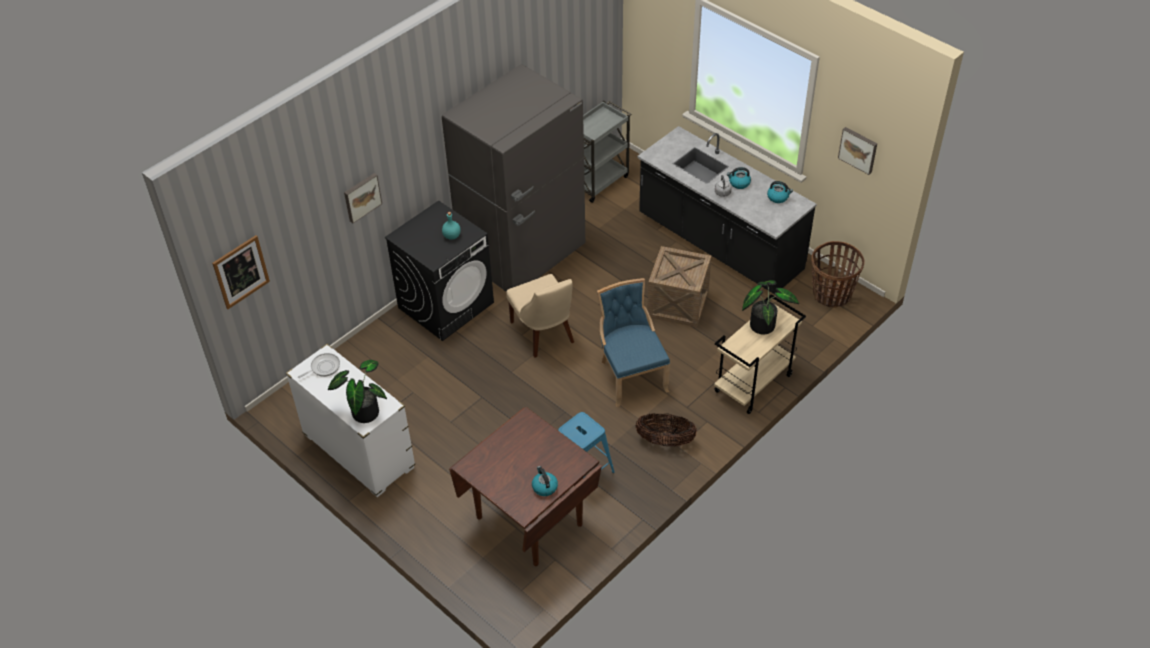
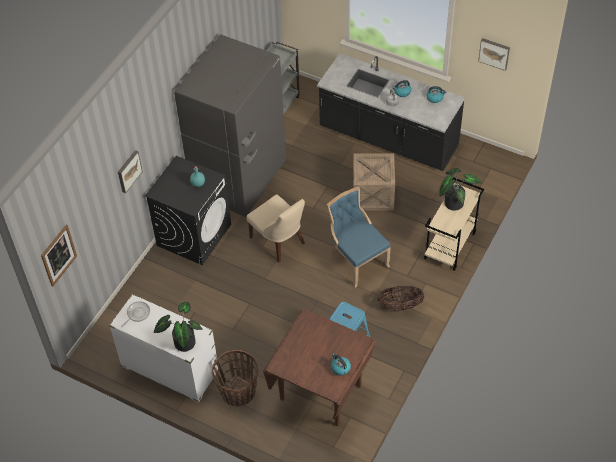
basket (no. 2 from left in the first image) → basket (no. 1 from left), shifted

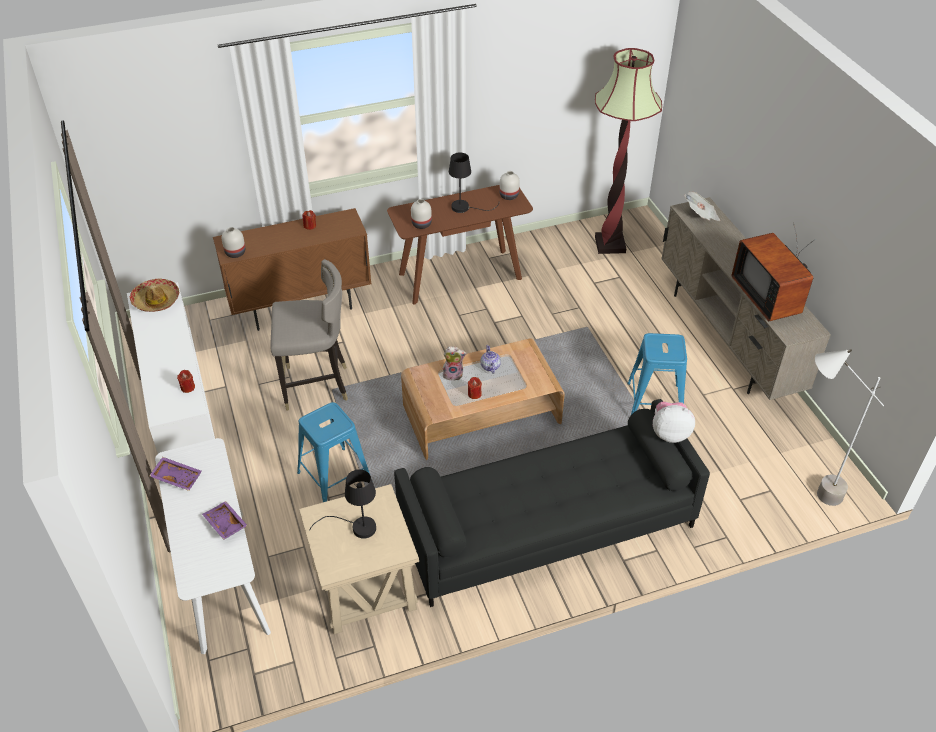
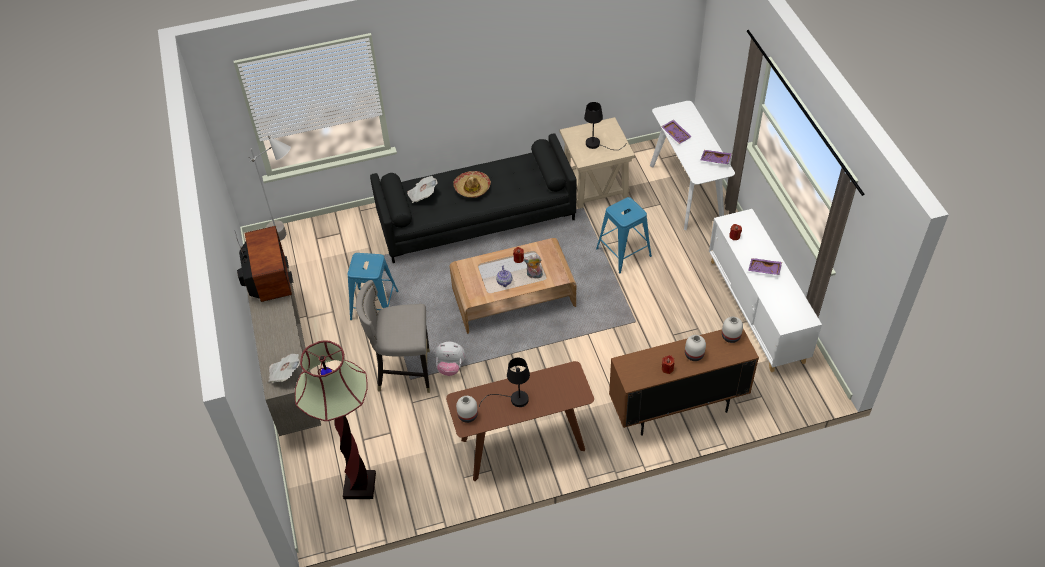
flower vase in white-coloured (no. 2 from left), shifted
stool seat in gray, shifted
hat, shifted
plush toy (no. 2 from left in the first image) → plush toy (no. 1 from left), shifted
- → daily paper (no. 2 from left)
- → carrying tray in purplish (no. 3 from left)

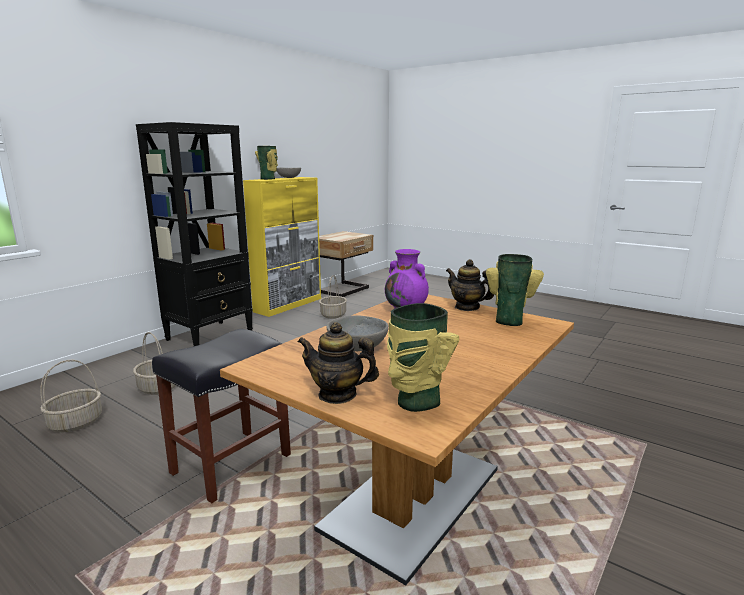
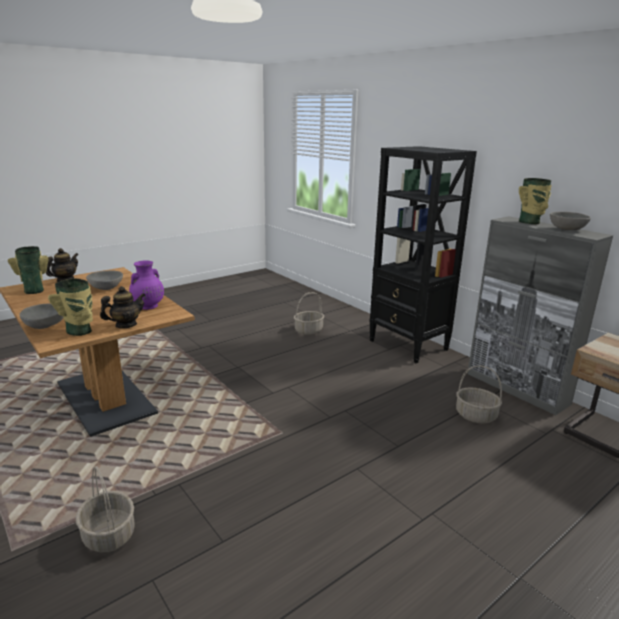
cabinet in yellowish → cabinet in gray
stool seat in black → -
basket (no. 1 from left), shifted
- → bowl in gray (no. 1 from left)

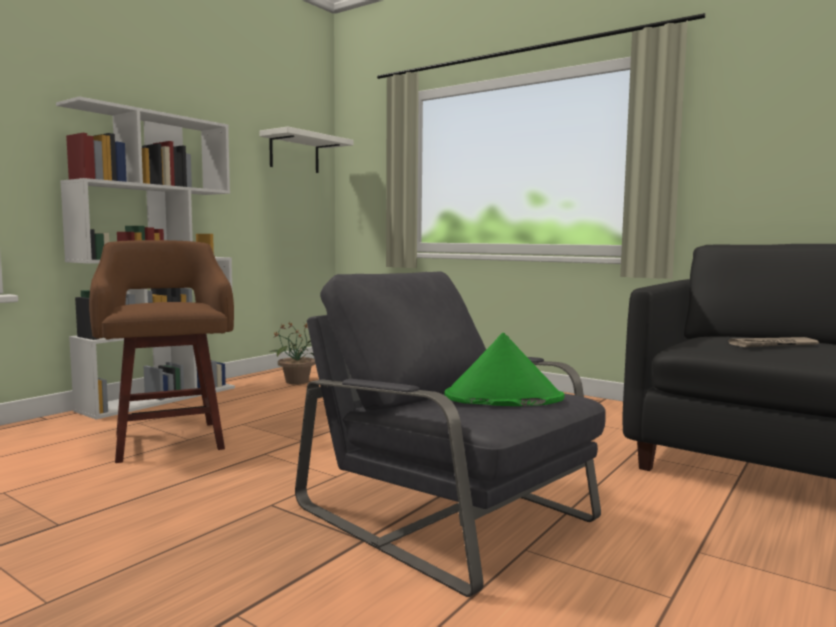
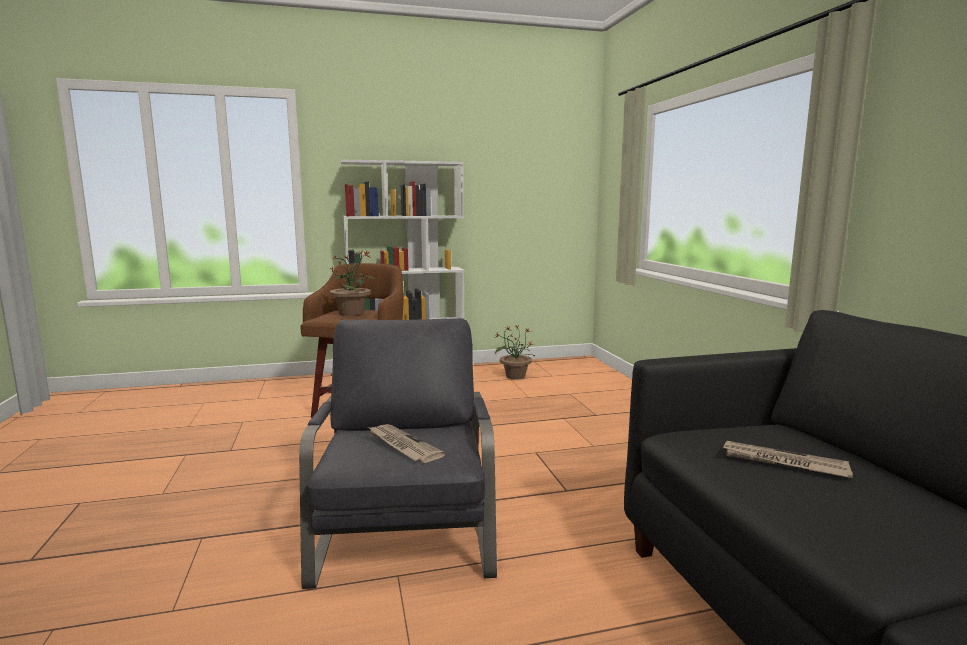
shelf in white-coloured → -
hat in green-coloured → daily paper (no. 1 from left)
- → plant in a pot (no. 1 from left)

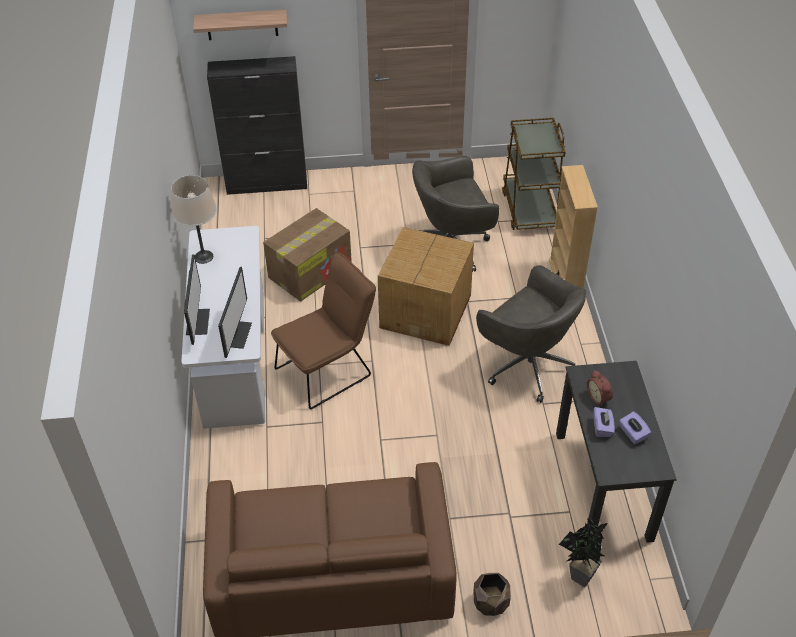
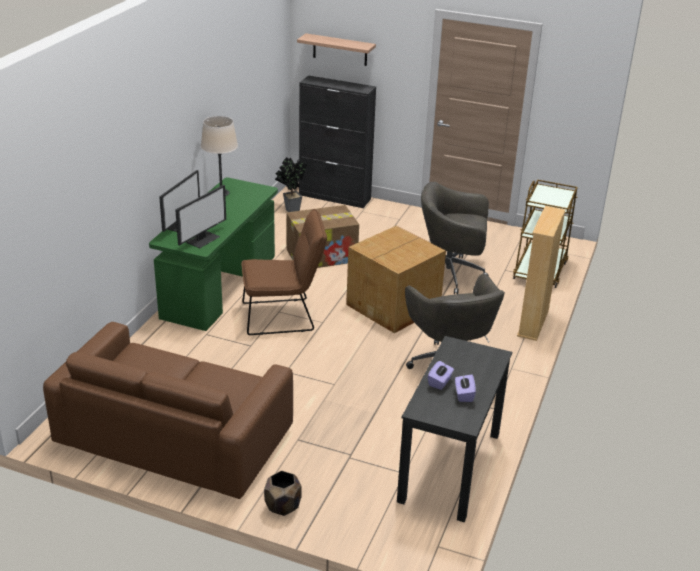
desk in white-coloured → desk in green-coloured
table clock → -
plant in a pot, shifted

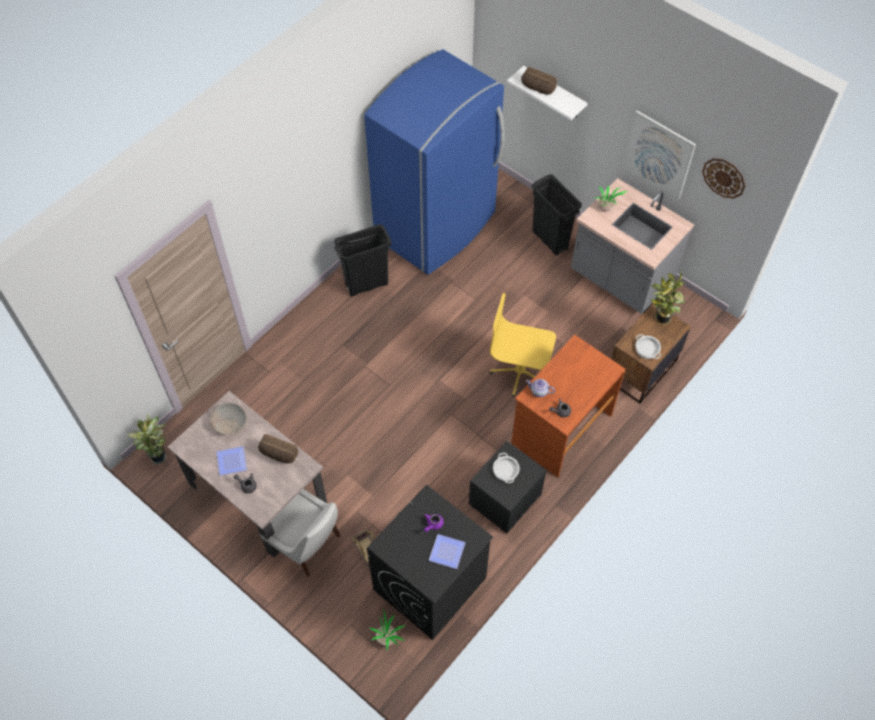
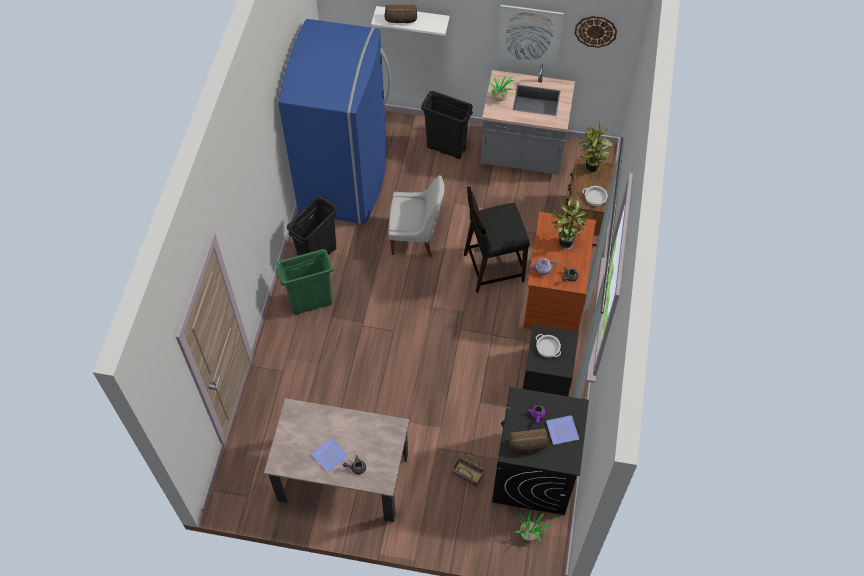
computer chair in yellowish → stool seat in black
bowl in beige-coloured → -
plant in a pot (no. 1 from left in the first image) → plant in a pot (no. 3 from left), shifted
bread (no. 1 from left in the first image) → bread (no. 2 from left), shifted
upright chair in white-coloured, shifted
- → trash can in green-coloured

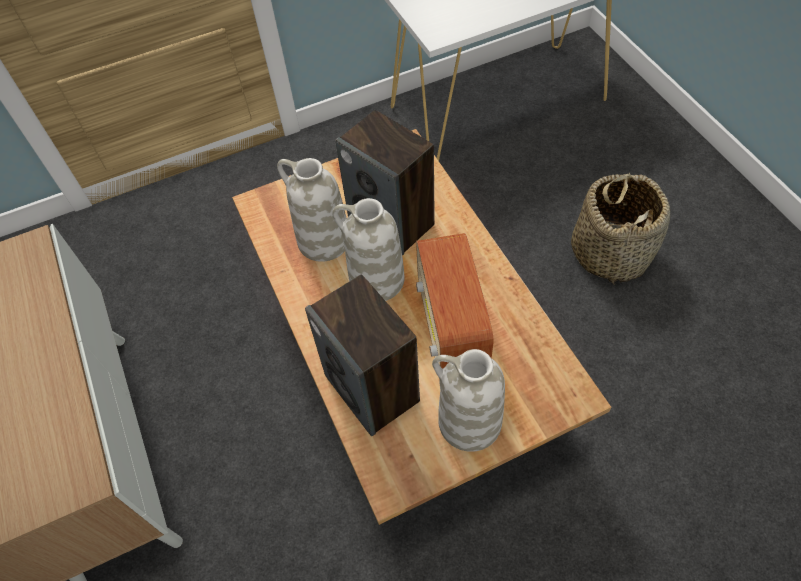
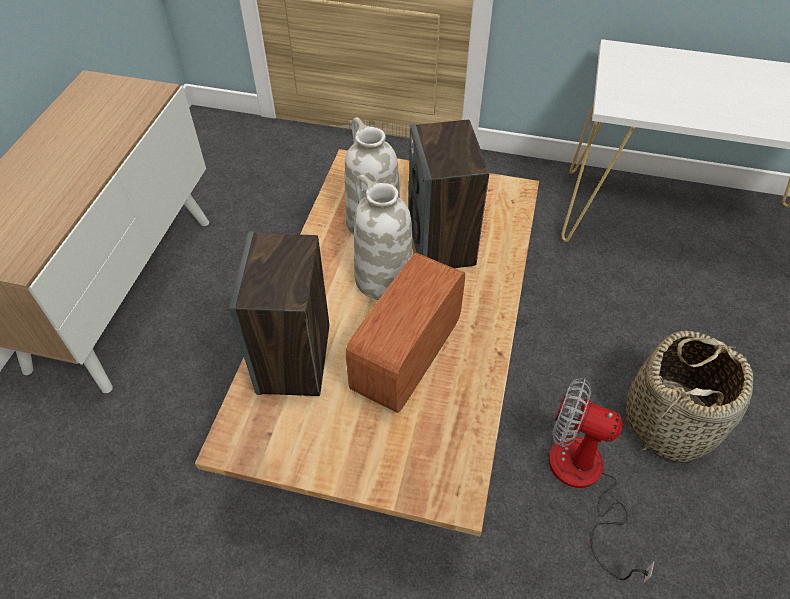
flower vase in white-coloured (no. 3 from left) → -
- → cooling fan

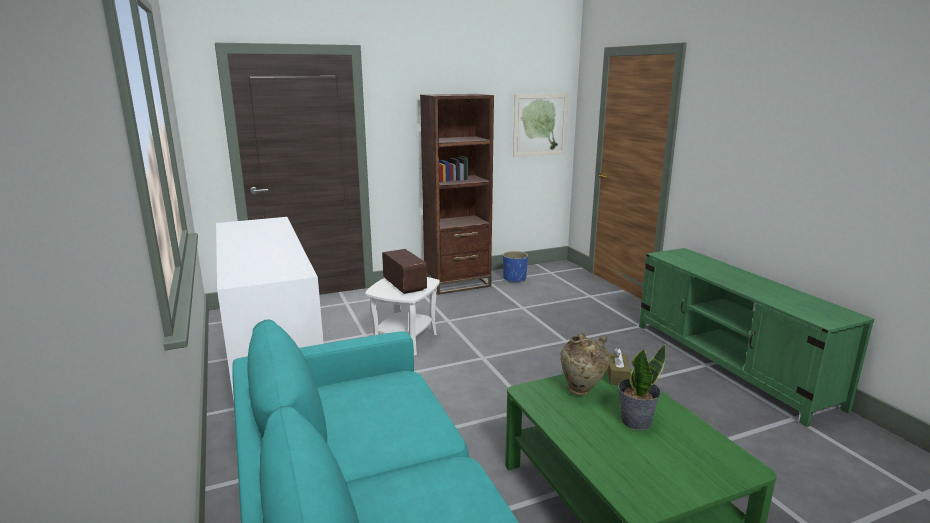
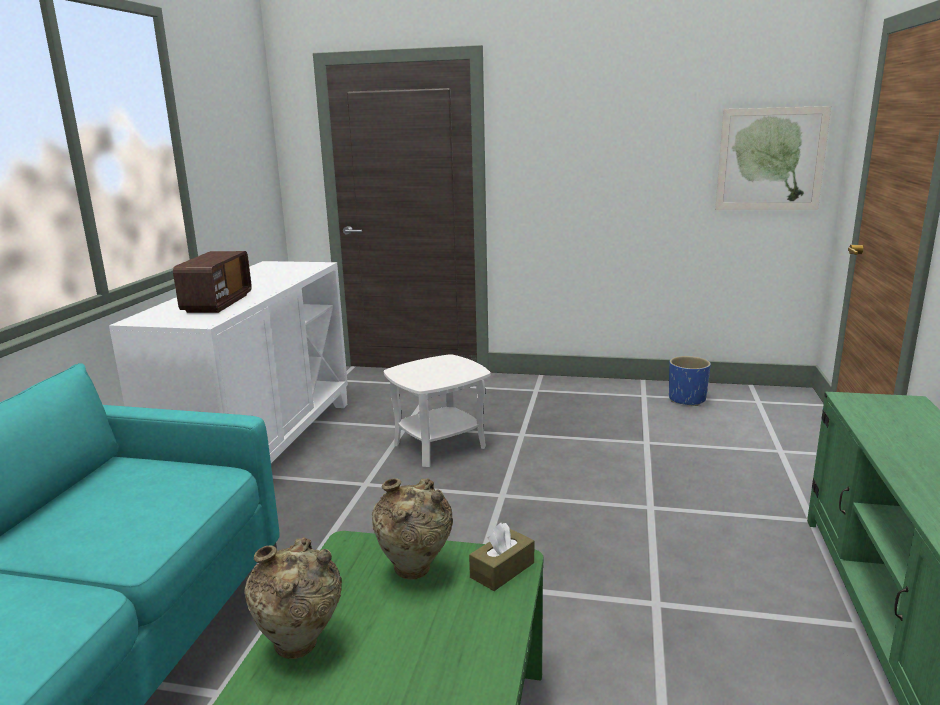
shelving unit in brown-coloured → -
radio receiver, shifted
plant in a pot → -
- → flower vase in beige-coloured (no. 1 from left)

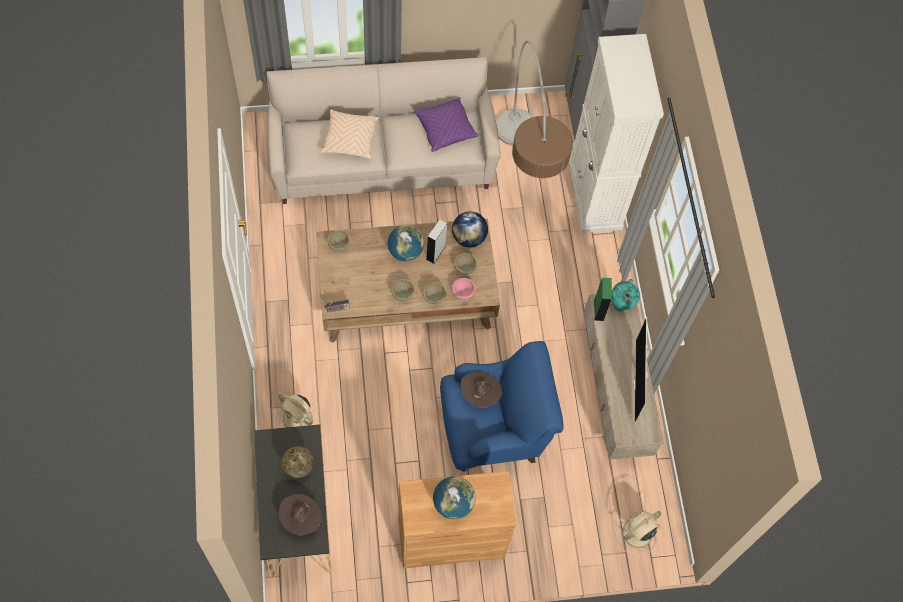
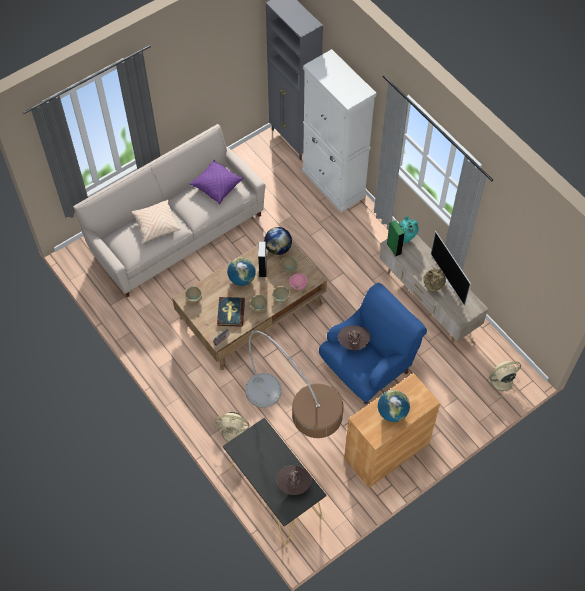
standard lamp, shifted
flower vase in beige-coloured, shifted
cooling fan in beige-coloured (no. 2 from left), 45 degrees clockwise
- → bound book

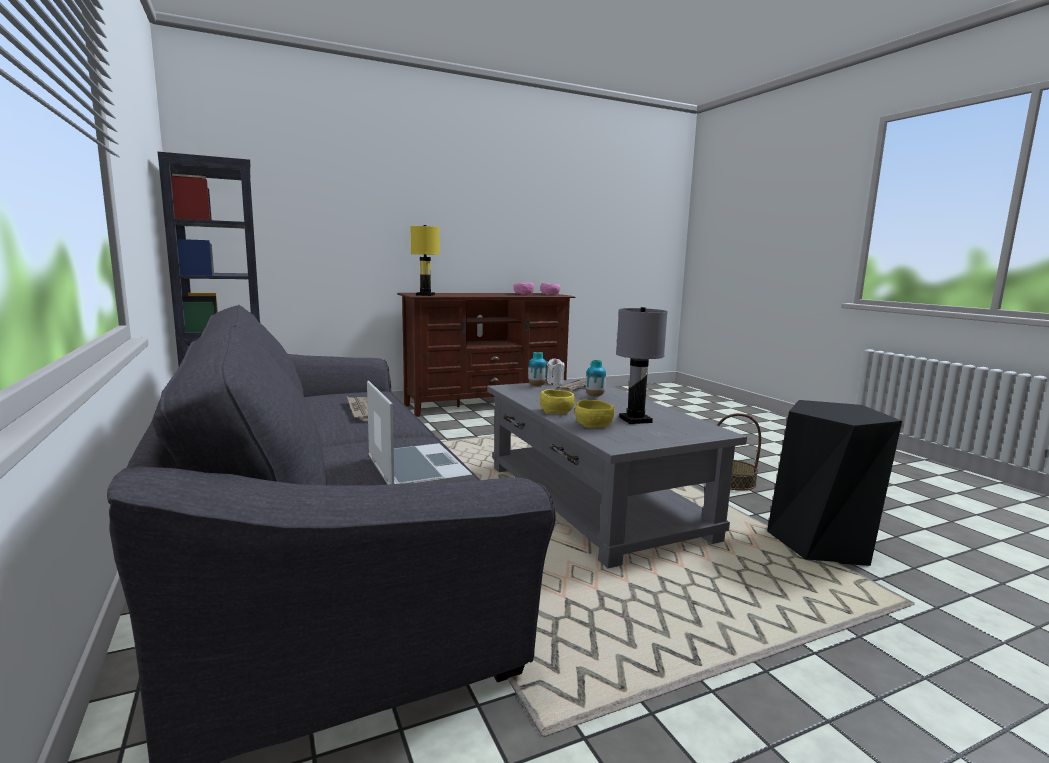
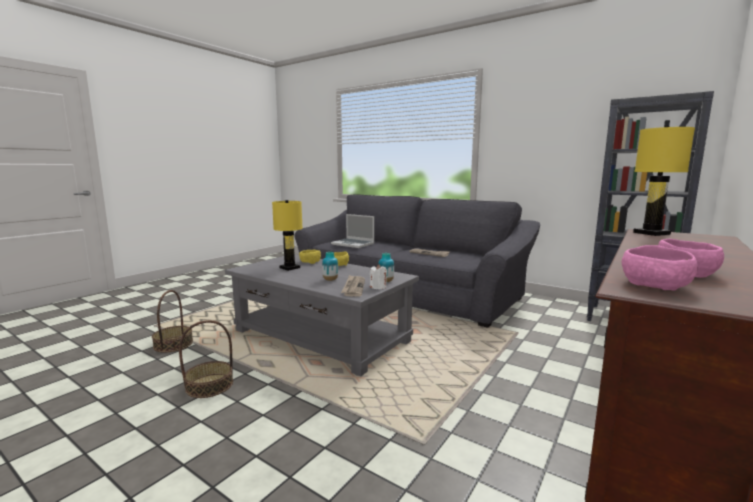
tabletop lamp in gray → tabletop lamp in yellowish (no. 1 from left)
stool seat in black → basket (no. 1 from left)

